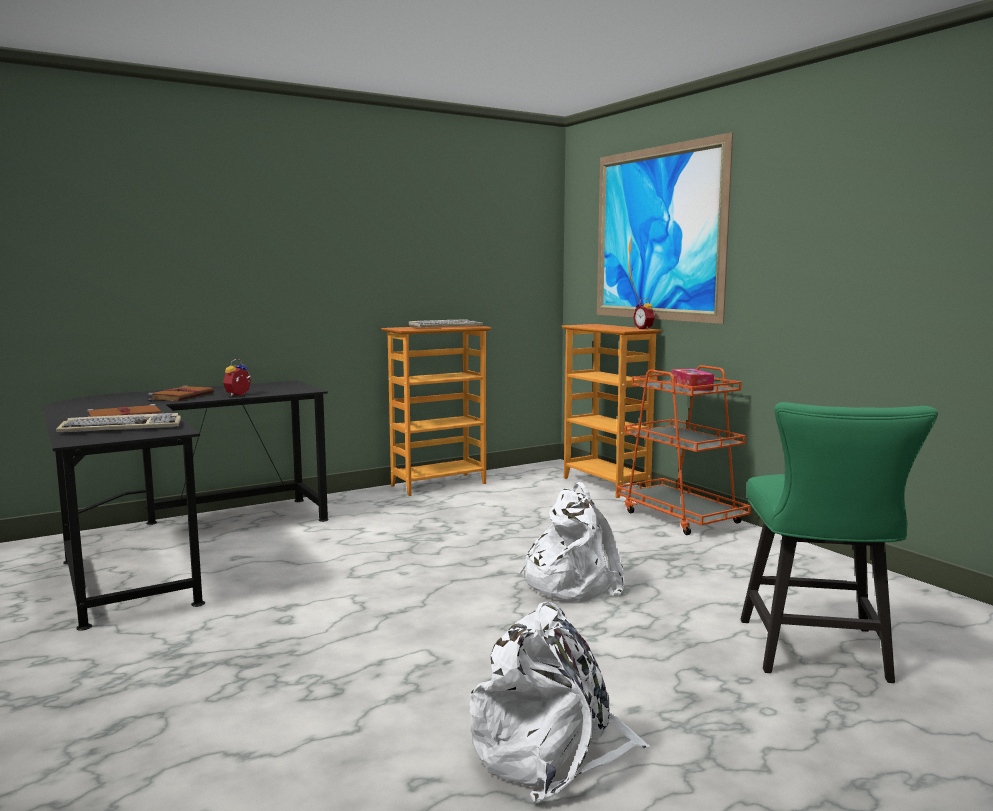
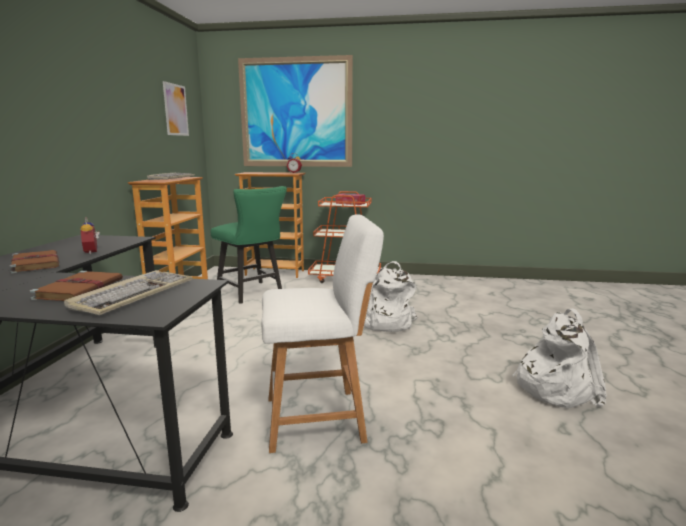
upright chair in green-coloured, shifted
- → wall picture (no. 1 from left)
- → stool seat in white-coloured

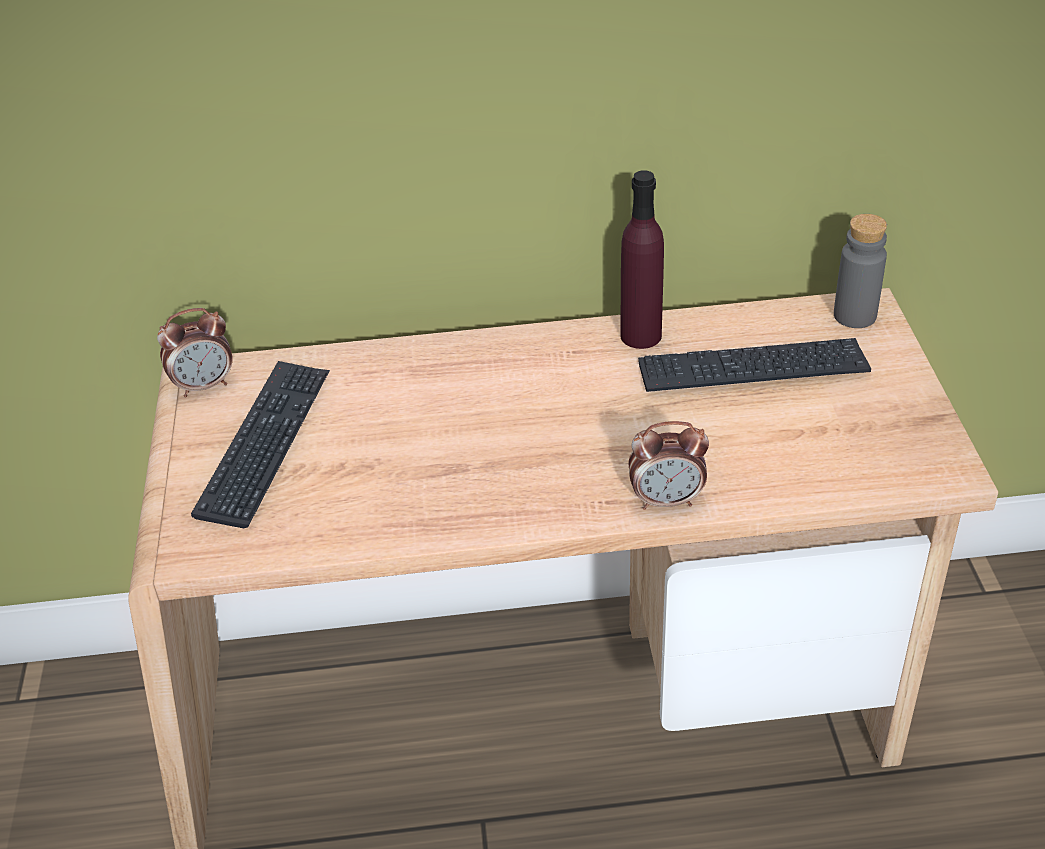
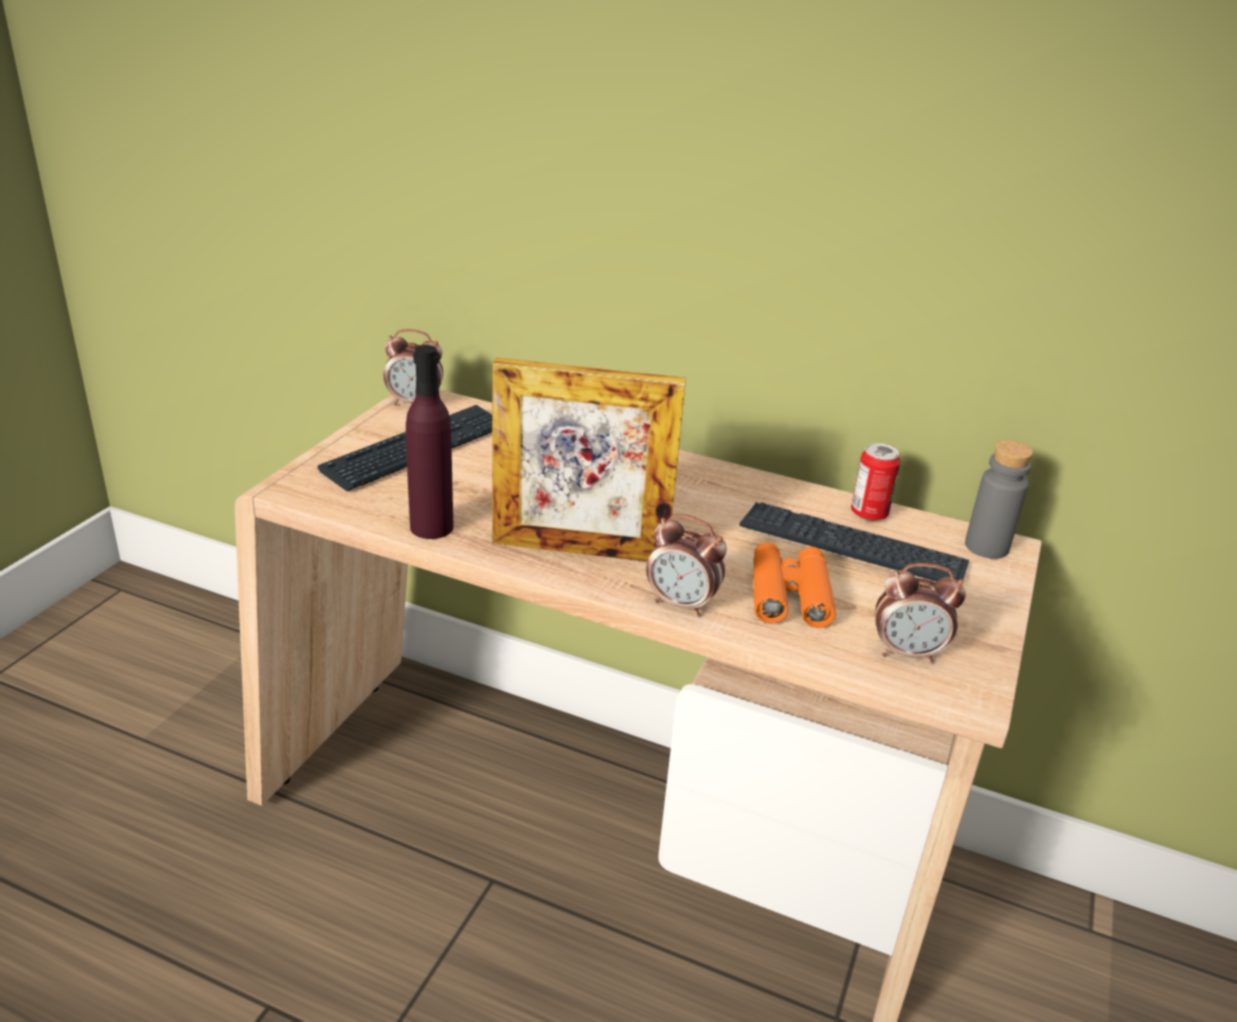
drink bottle in purplish, shifted
- → photo frame
- → sealed can
- → field glasses in orangey
- → table clock (no. 3 from left)

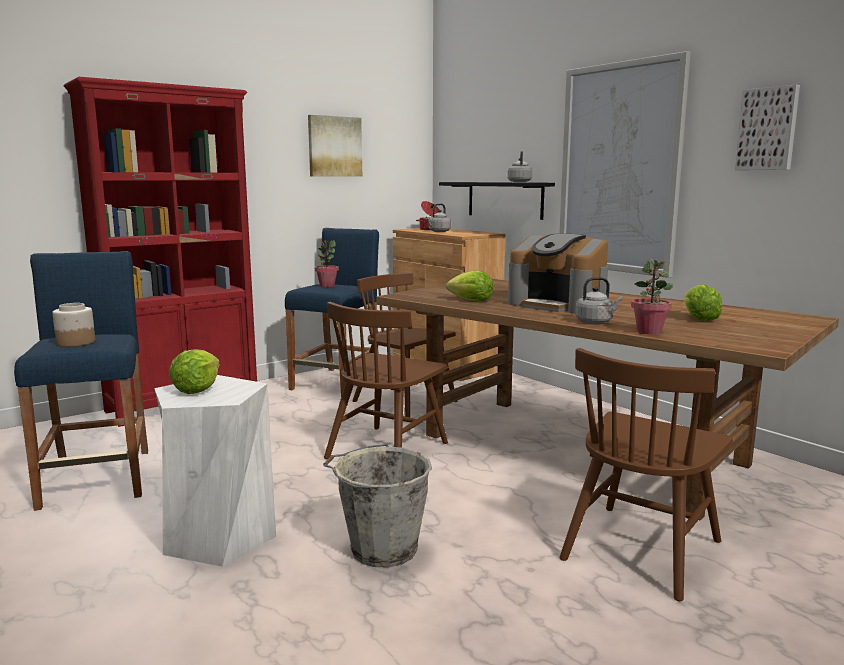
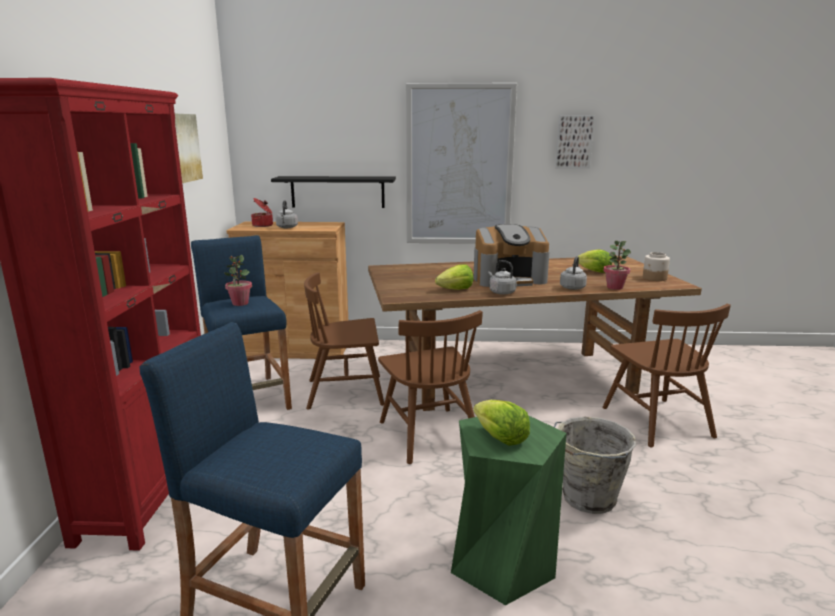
tea kettle in gray (no. 2 from left), shifted
preserve jar, shifted
stool seat in white-coloured → stool seat in green-coloured

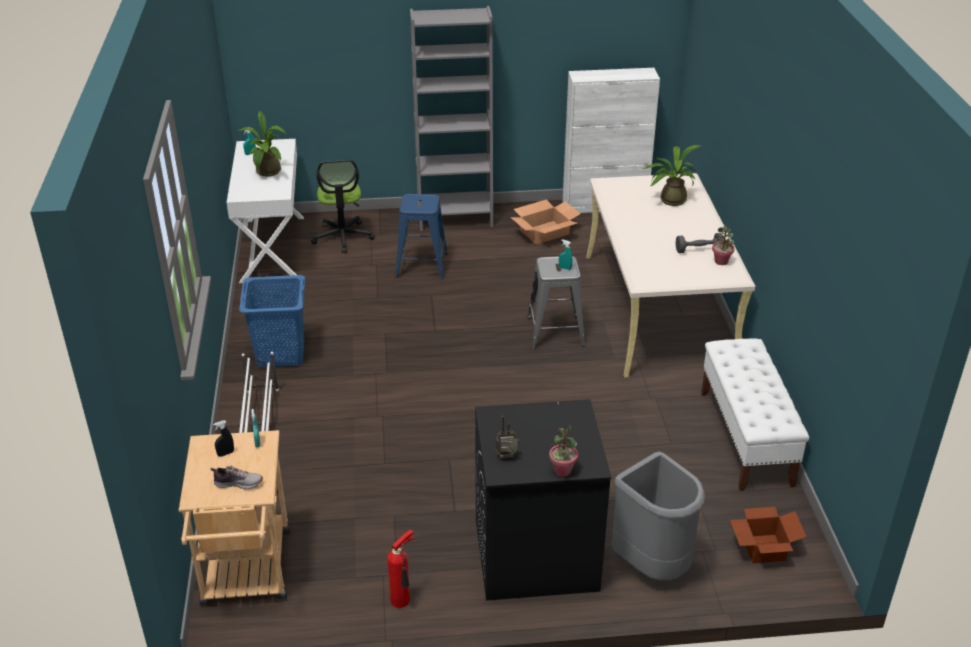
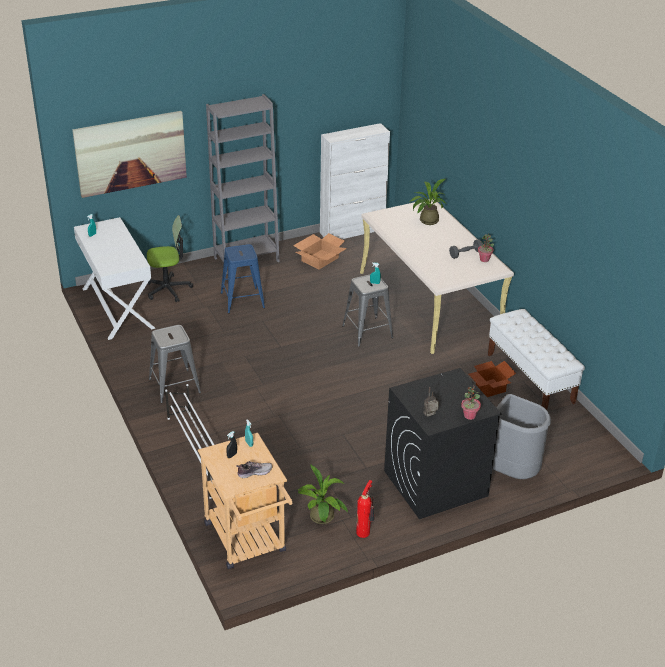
plant in a pot (no. 1 from left), shifted
computer chair, 75 degrees counterclockwise
laundry basket in blue → stool seat in gray (no. 1 from left)
packing box (no. 2 from left), shifted
- → wall picture

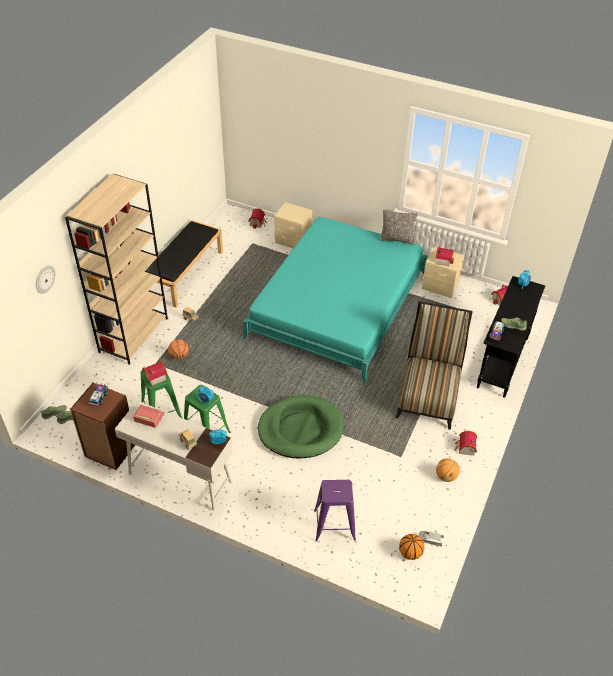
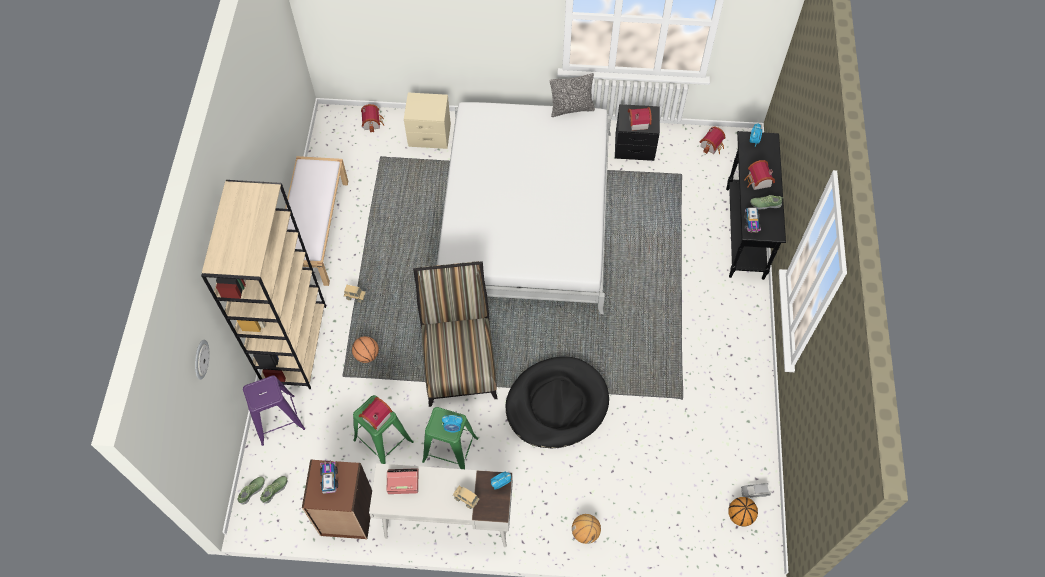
bed in turquoise-coloured → bed in white-coloured
indoor bench in black → indoor bench in white-coloured
night table in beige-coloured (no. 2 from left) → night table in black
upright chair, shifted
dog cushion in green-coloured → dog cushion in black
model house (no. 4 from left in the first image) → model house (no. 5 from left), shifted
basketball ball (no. 3 from left in the first image) → basketball ball (no. 2 from left), shifted
stool seat in purplish, shifted

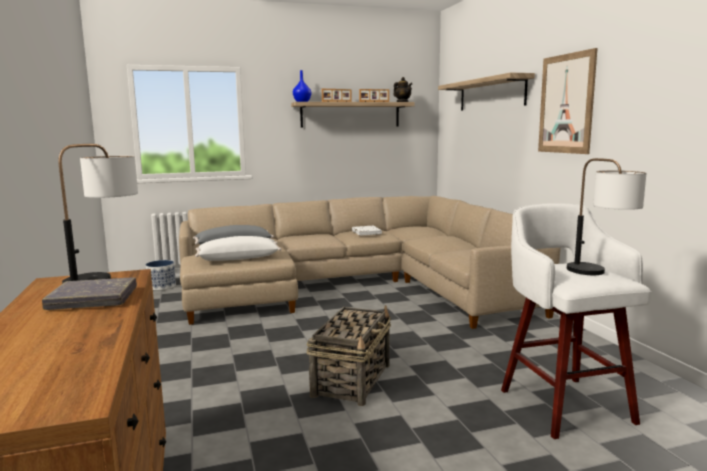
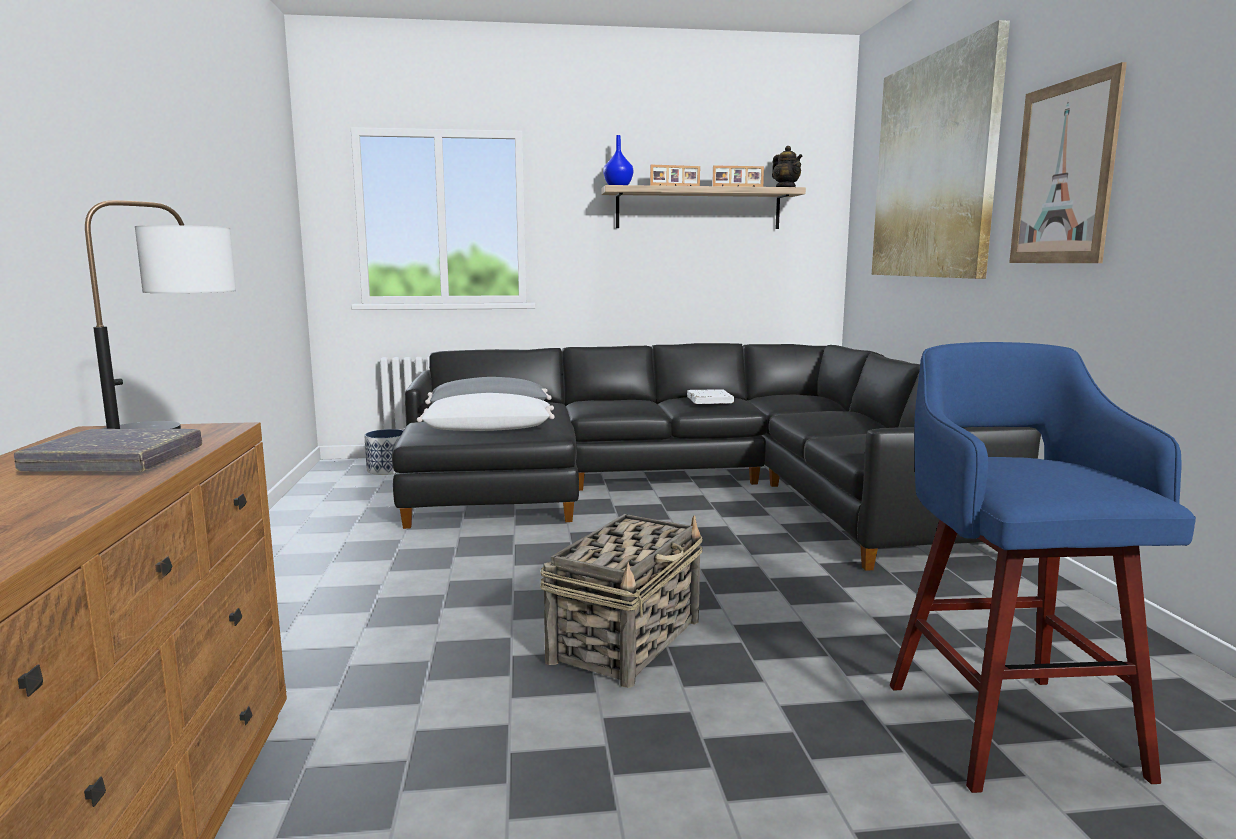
shelf (no. 2 from left) → wall picture (no. 1 from left)
tabletop lamp (no. 2 from left) → -
sofa in beige-coloured → sofa in black
stool seat in white-coloured → stool seat in blue

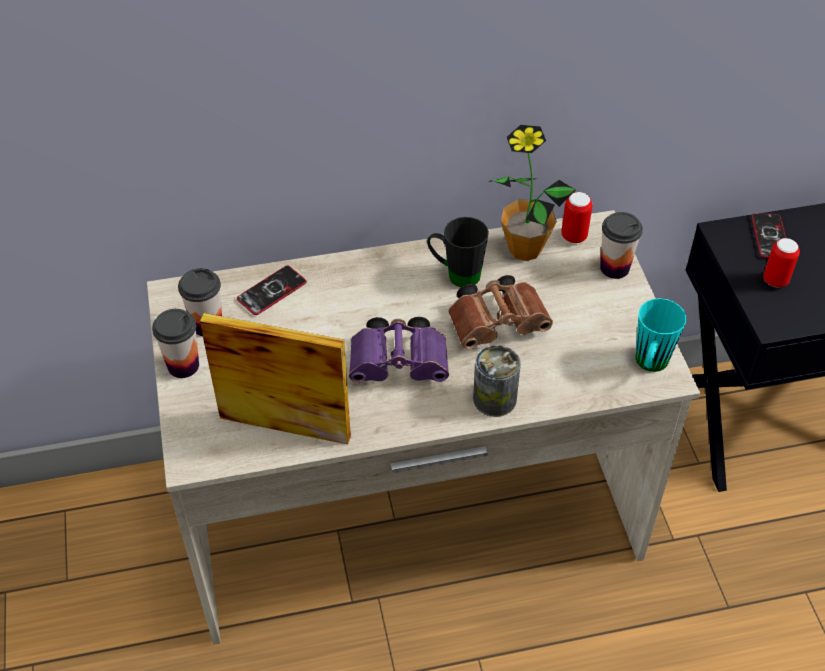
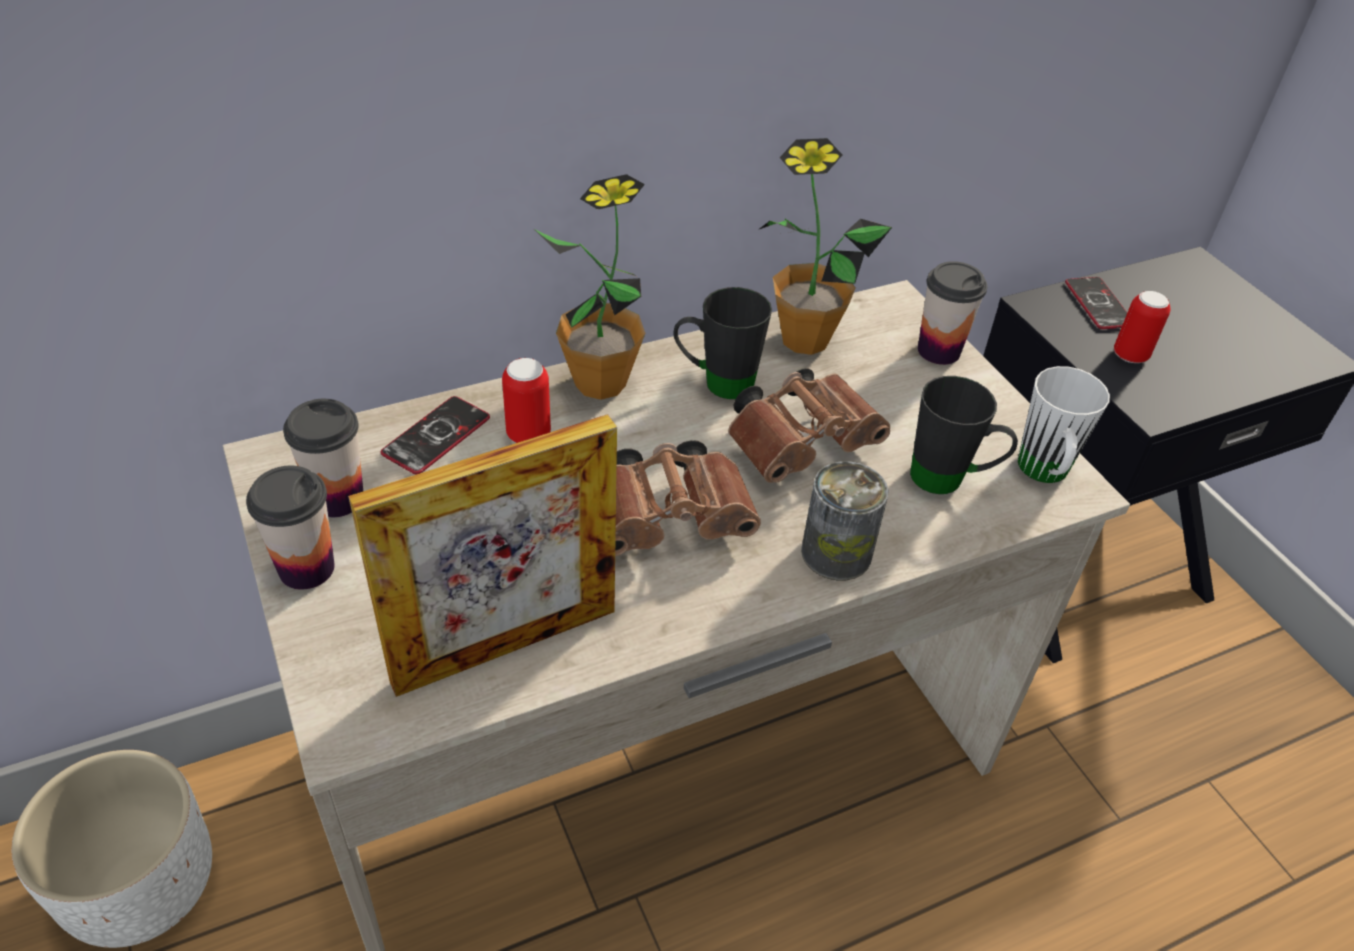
sealed can (no. 2 from left in the first image) → sealed can (no. 1 from left), shifted
mug in turquoise-coloured → mug in white-coloured
photo frame, 150 degrees clockwise
field glasses in purplish → field glasses in brown-coloured (no. 1 from left)
- → plant in a pot (no. 1 from left)
- → mug in black (no. 2 from left)
- → planter in white-coloured

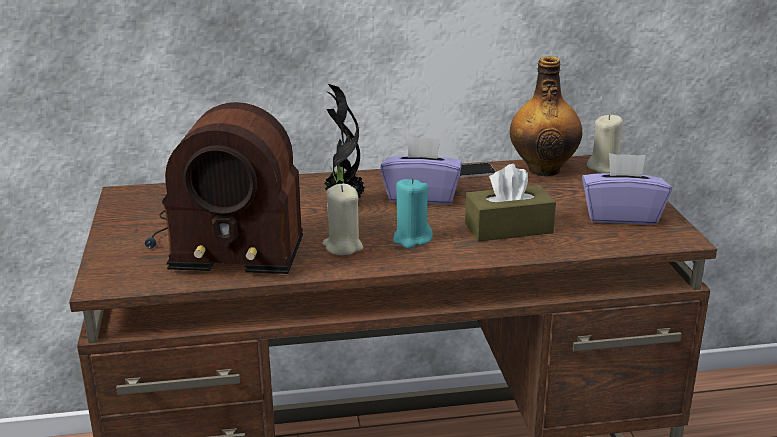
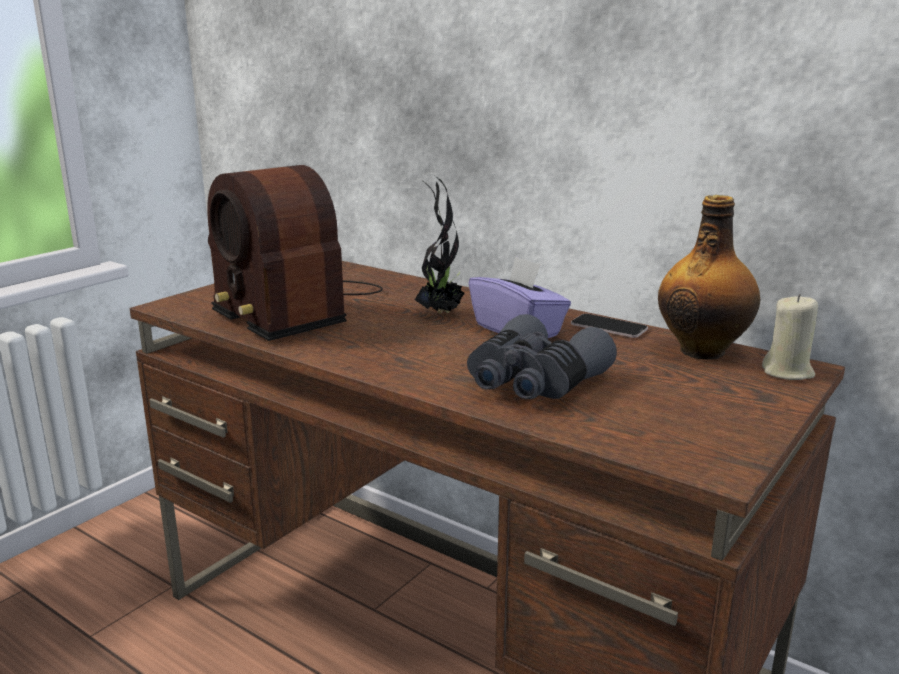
tissue holder in purplish (no. 2 from left) → -
tissue holder in brown-coloured → field glasses in gray
wax candle in turquoise-coloured → -
wax candle in beige-coloured (no. 1 from left) → -

